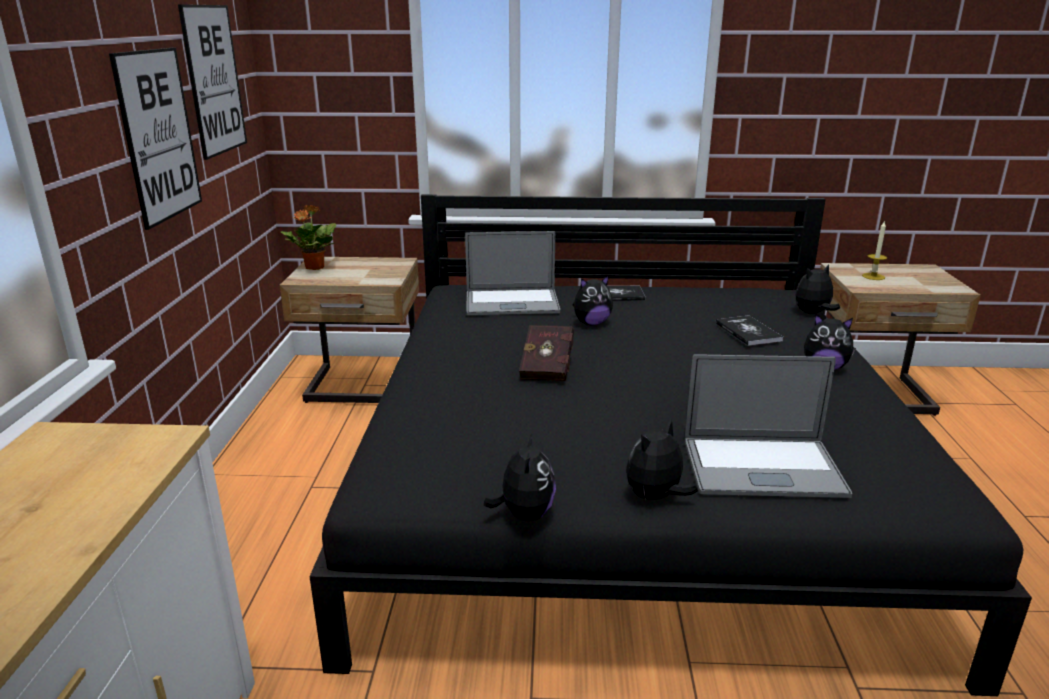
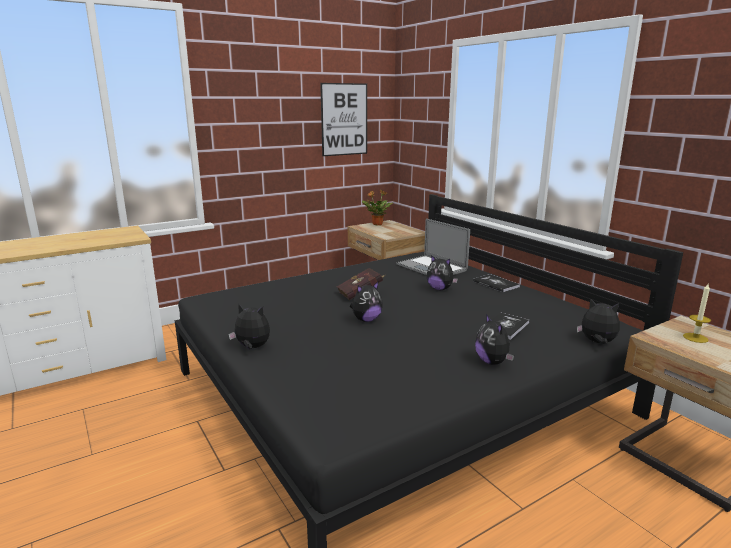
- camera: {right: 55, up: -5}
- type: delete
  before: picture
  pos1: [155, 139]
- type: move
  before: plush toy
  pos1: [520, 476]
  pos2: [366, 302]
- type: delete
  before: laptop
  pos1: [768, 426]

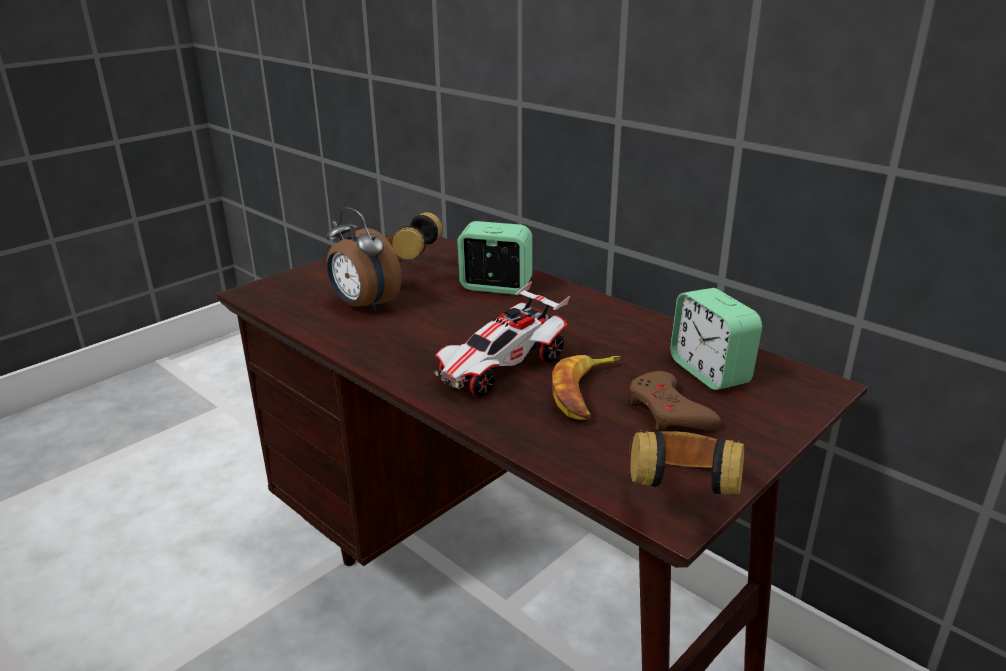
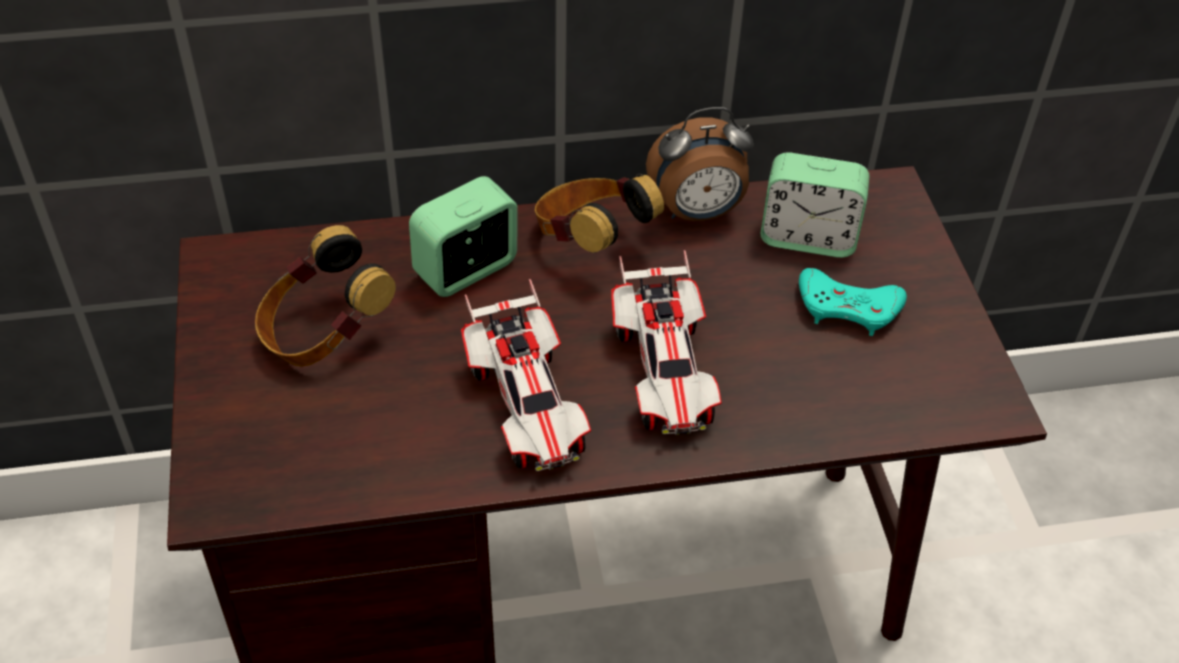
- camera: {right: -55, up: 20}
- type: move
  before: alarm clock
  pos1: [364, 260]
  pos2: [700, 164]
- type: delete
  before: banana
  pos1: [586, 387]
- type: move
  before: headphones
  pos1: [686, 463]
  pos2: [599, 213]
- type: recolor
  before: brown game controller
  after: turquoise game controller
  pos1: [675, 401]
  pos2: [853, 302]
- type: insert
  after: toy car
  pos2: [526, 375]

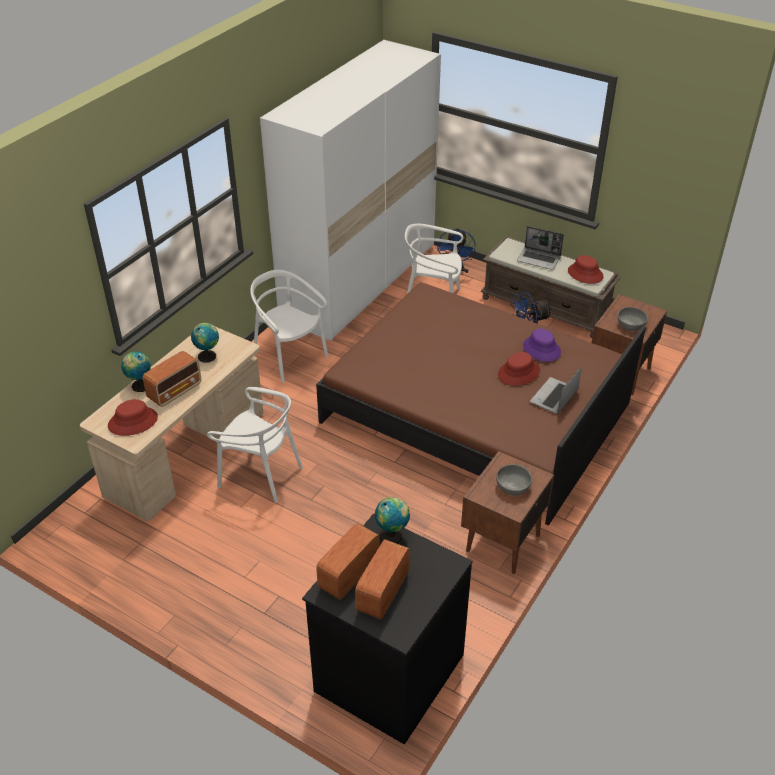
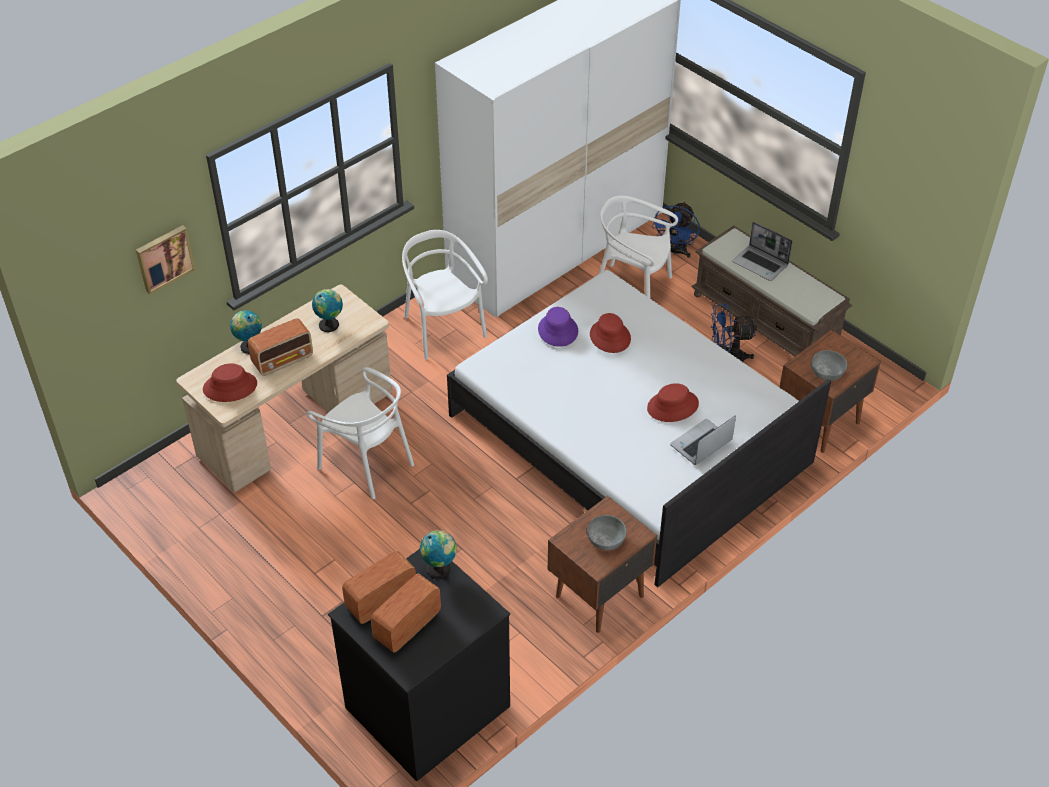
- camera: {right: 15, up: 5}
- type: recolor
  before: brown bed
  after: white bed
  pos1: [481, 404]
  pos2: [639, 429]
- type: move
  before: purple hat
  pos1: [542, 345]
  pos2: [558, 327]
- type: move
  before: red hat
  pos1: [586, 269]
  pos2: [610, 333]
- type: insert
  after: picture
  pos2: [166, 259]

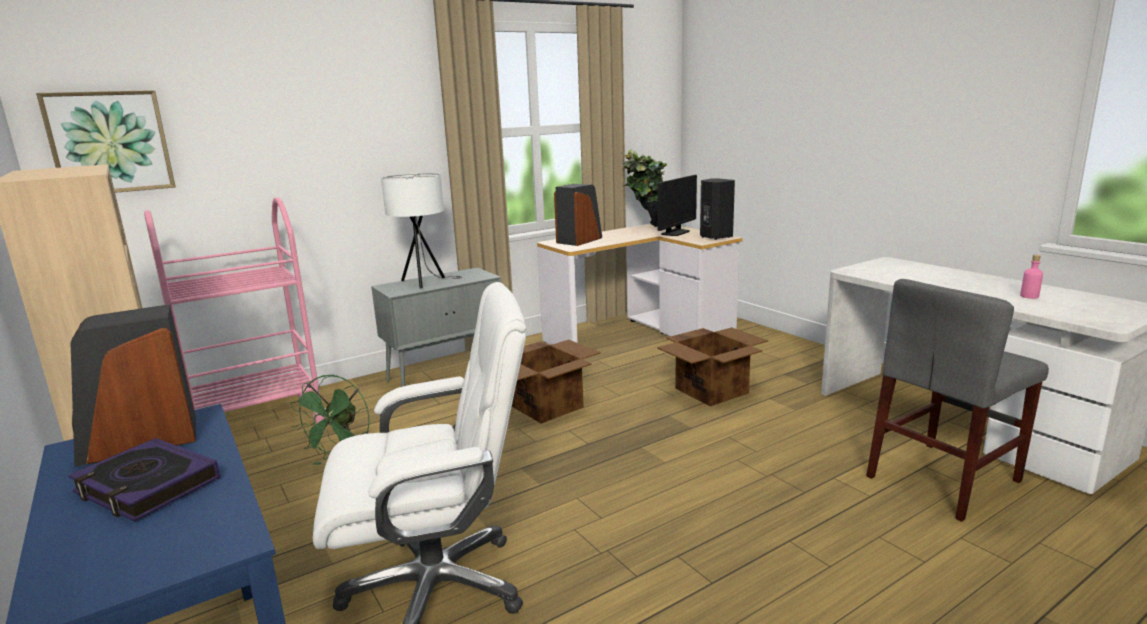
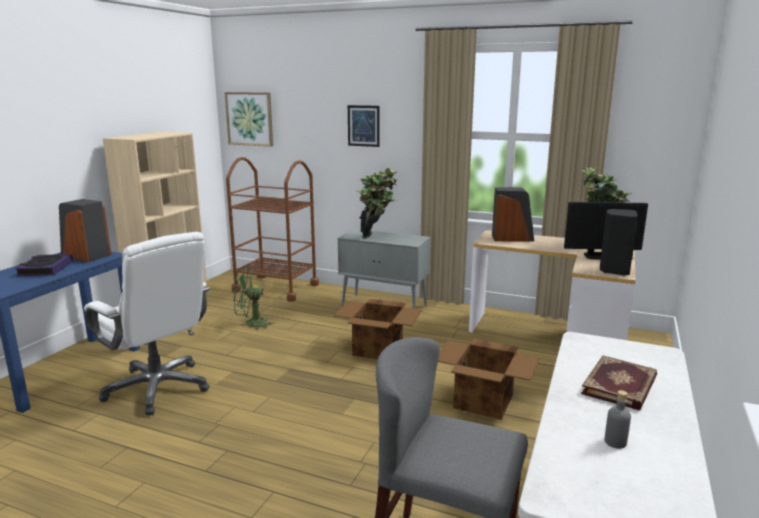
- camera: {right: 55, up: 0}
- type: recolor
  before: pink cart
  after: brown cart
  pos1: [235, 310]
  pos2: [272, 229]
- type: replace
  before: white table lamp
  after: potted plant
  pos1: [421, 230]
  pos2: [377, 203]
- type: recolor
  before: pink bottle
  after: grey bottle
  pos1: [1031, 277]
  pos2: [617, 419]
- type: insert
  after: picture
  pos2: [364, 126]
- type: insert
  after: book
  pos2: [619, 382]

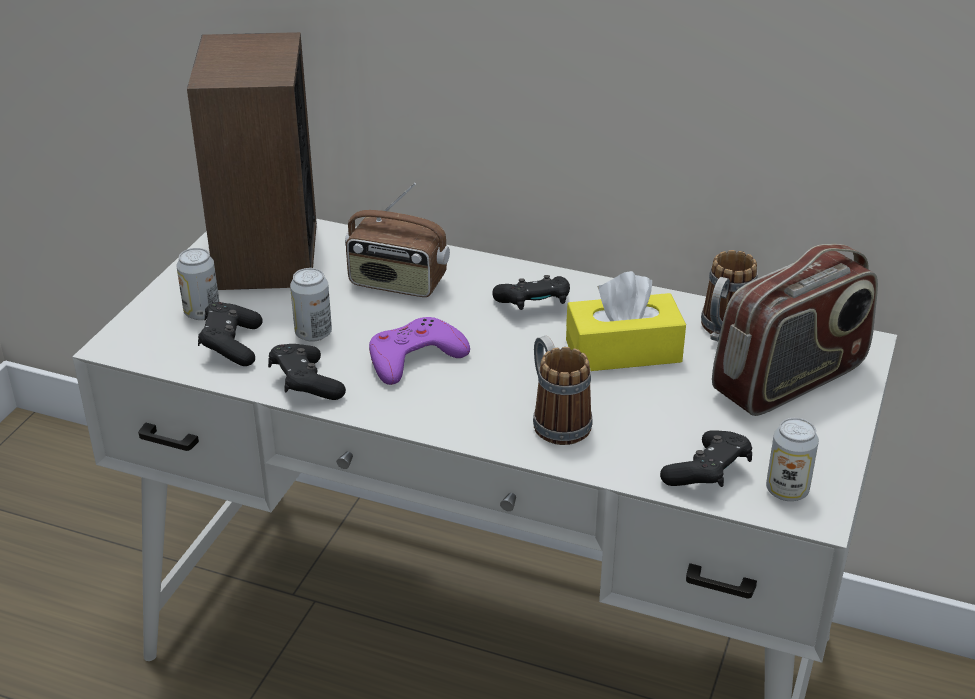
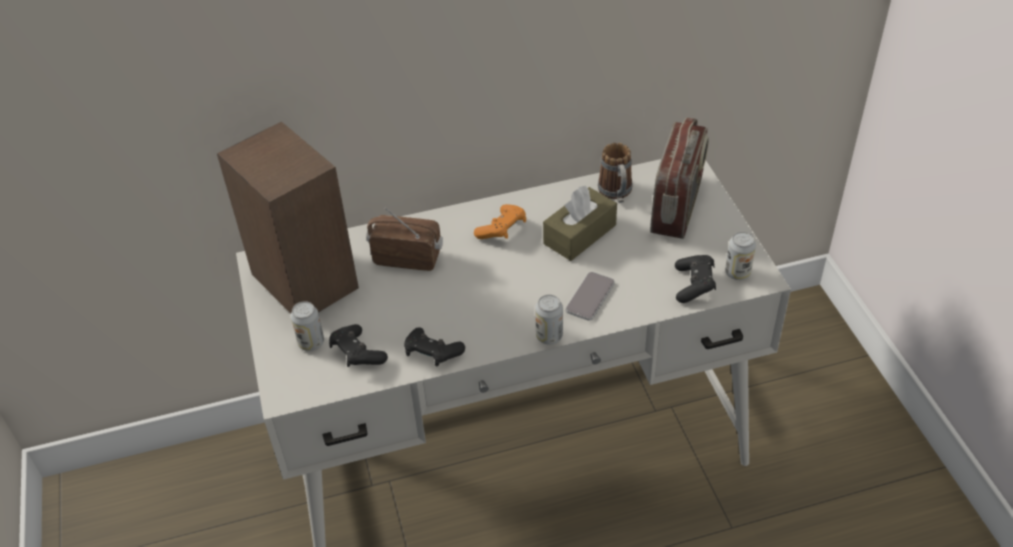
- camera: {right: -35, up: 10}
- type: move
  before: can
  pos1: [311, 305]
  pos2: [549, 320]
- type: rotate
  before: radio
  pos1: [397, 240]
  pos2: [404, 239]
  turn: -150
- type: delete
  before: purple game controller
  pos1: [419, 351]
- type: recolor
  before: black game controller
  after: orange game controller
  pos1: [531, 292]
  pos2: [500, 221]
- type: replace
  before: mug
  after: phone
  pos1: [563, 390]
  pos2: [590, 296]
- type: recolor
  before: yellow tissue box
  after: brown tissue box
  pos1: [626, 321]
  pos2: [580, 223]

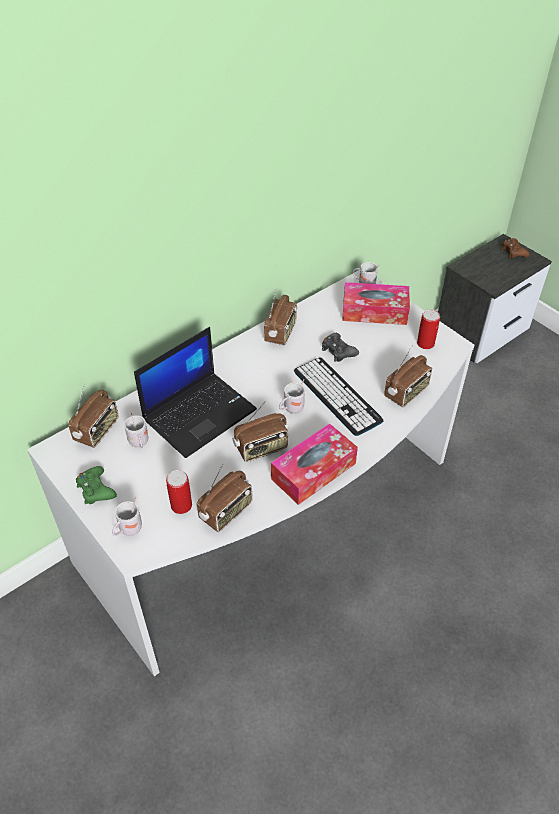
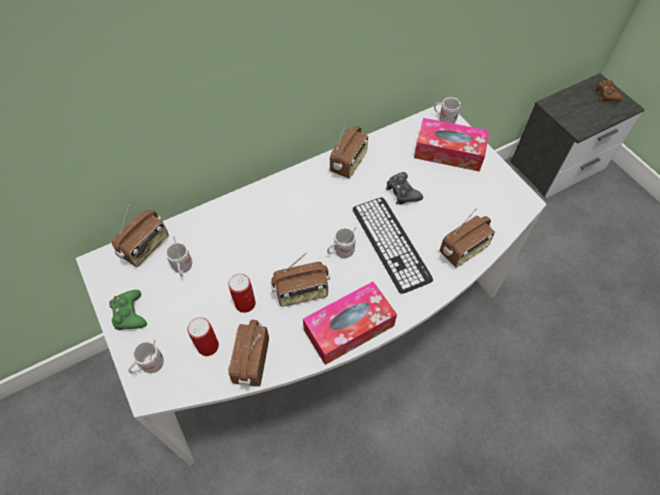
- camera: {right: 10, up: 10}
- type: delete
  before: laptop
  pos1: [195, 392]
- type: rotate
  before: radio
  pos1: [224, 498]
  pos2: [248, 353]
  turn: 135
- type: move
  before: can
  pos1: [428, 329]
  pos2: [242, 293]

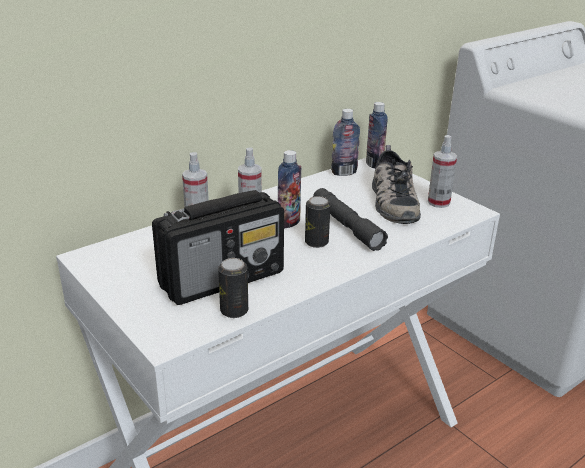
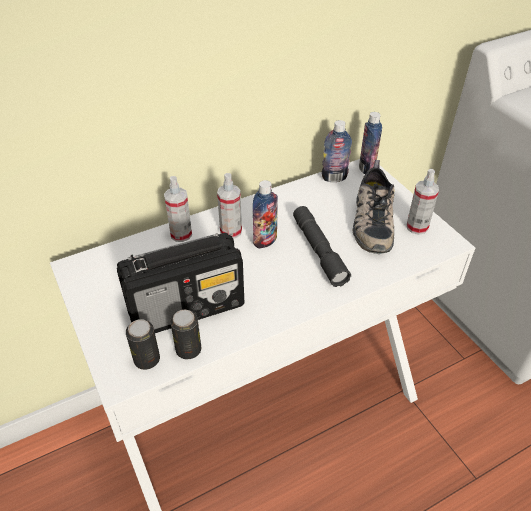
- camera: {right: 10, up: 15}
- type: move
  before: can
  pos1: [318, 222]
  pos2: [143, 344]

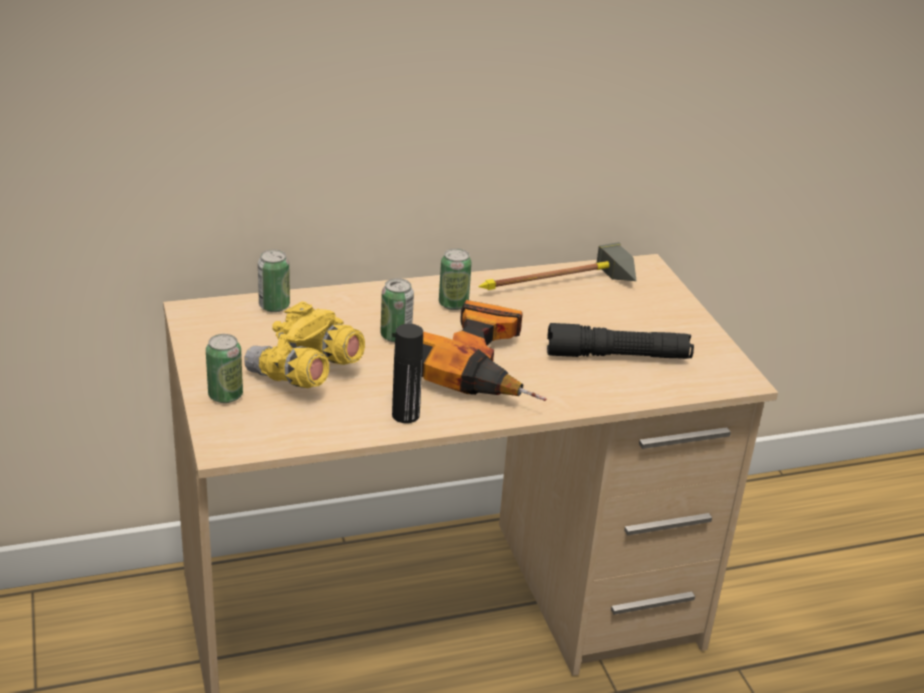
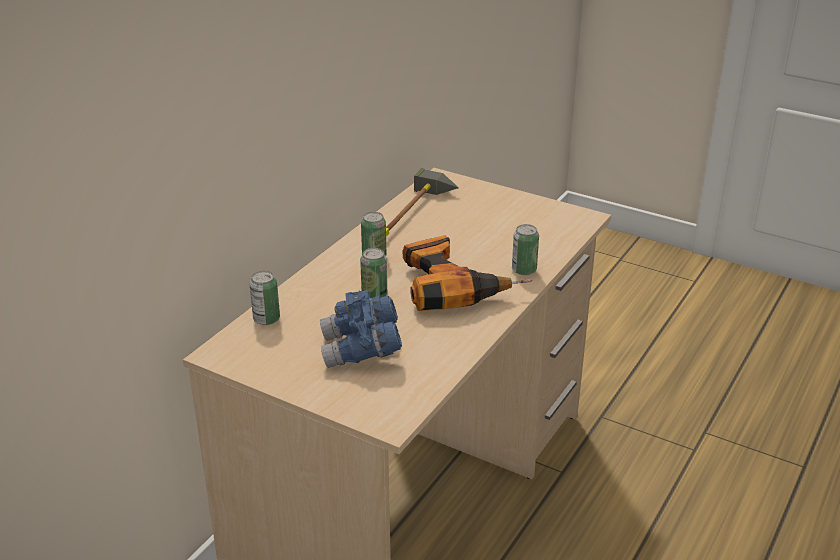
- camera: {right: -40, up: 0}
- type: move
  before: can
  pos1: [224, 368]
  pos2: [525, 249]
- type: recolor
  before: yellow binoculars
  after: blue binoculars
  pos1: [304, 344]
  pos2: [361, 329]
- type: delete
  before: black bottle
  pos1: [407, 373]
- type: delete
  before: black flashlight
  pos1: [620, 341]

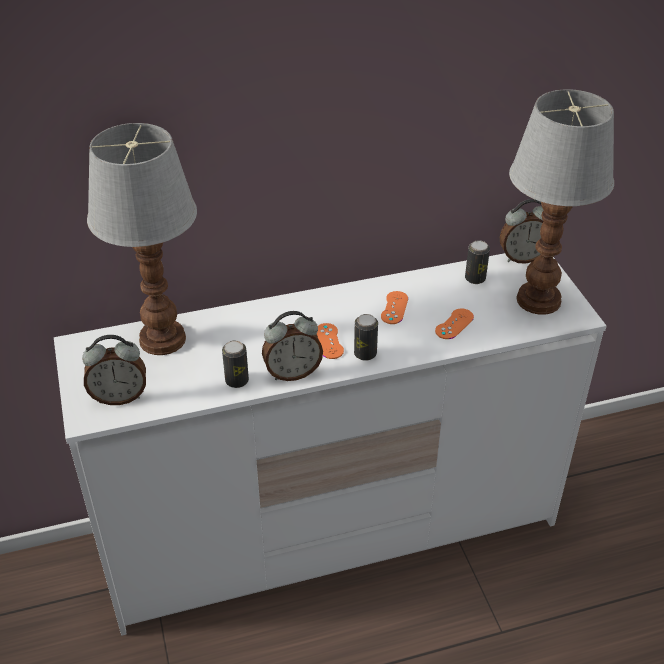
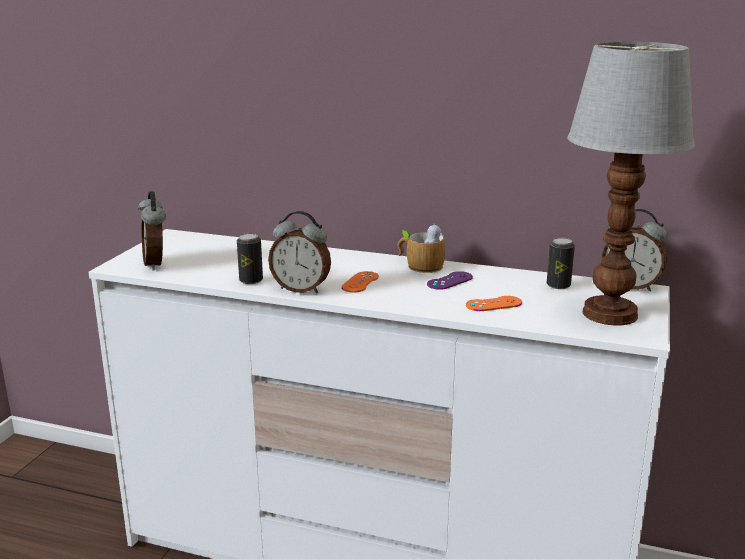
- camera: {right: 35, up: -20}
- type: rotate
  before: alarm clock
  pos1: [114, 370]
  pos2: [152, 231]
  turn: 45
- type: delete
  before: table lamp
  pos1: [142, 239]
- type: delete
  before: can
  pos1: [366, 337]
- type: recolor
  before: orange game controller
  after: purple game controller
  pos1: [394, 307]
  pos2: [450, 280]
- type: insert
  after: mug
  pos2: [421, 248]

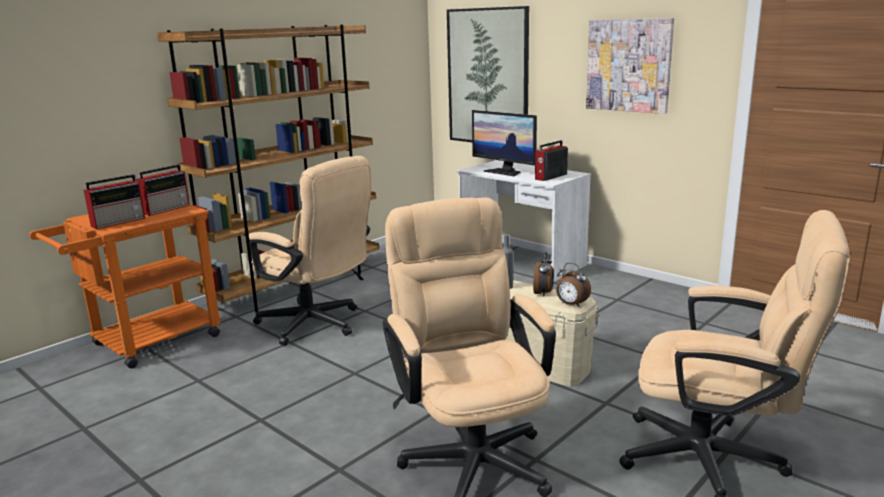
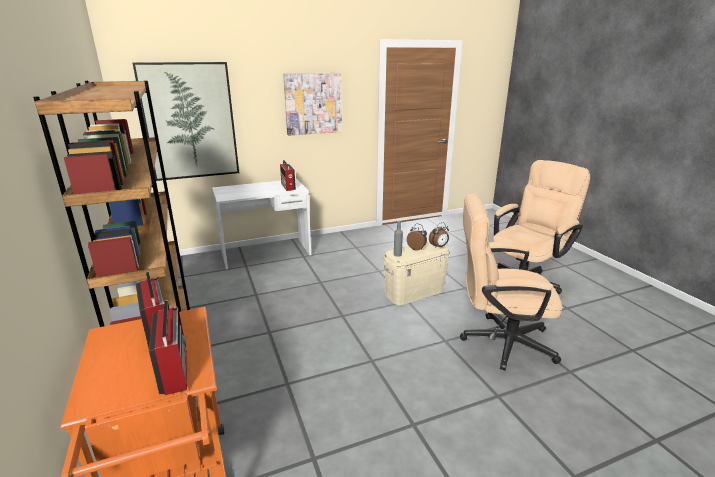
- camera: {right: -65, up: 5}
- type: delete
  before: beige office chair
  pos1: [310, 250]
- type: delete
  before: monitor
  pos1: [504, 143]

